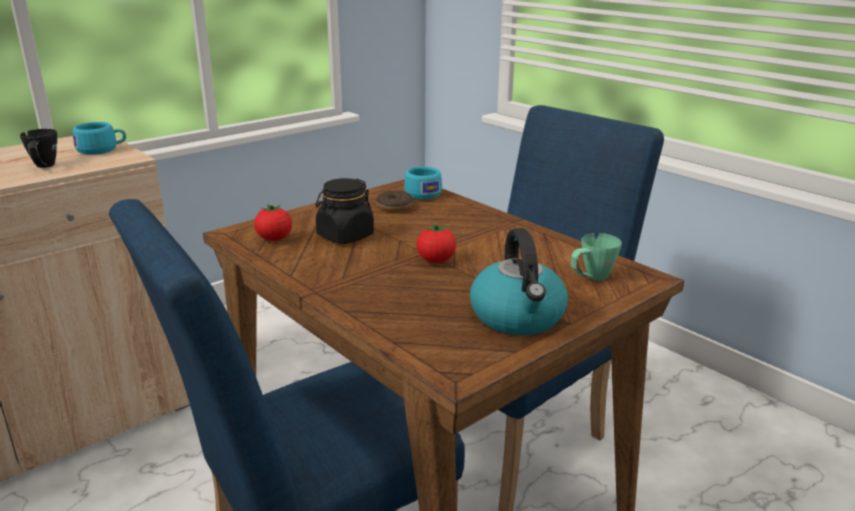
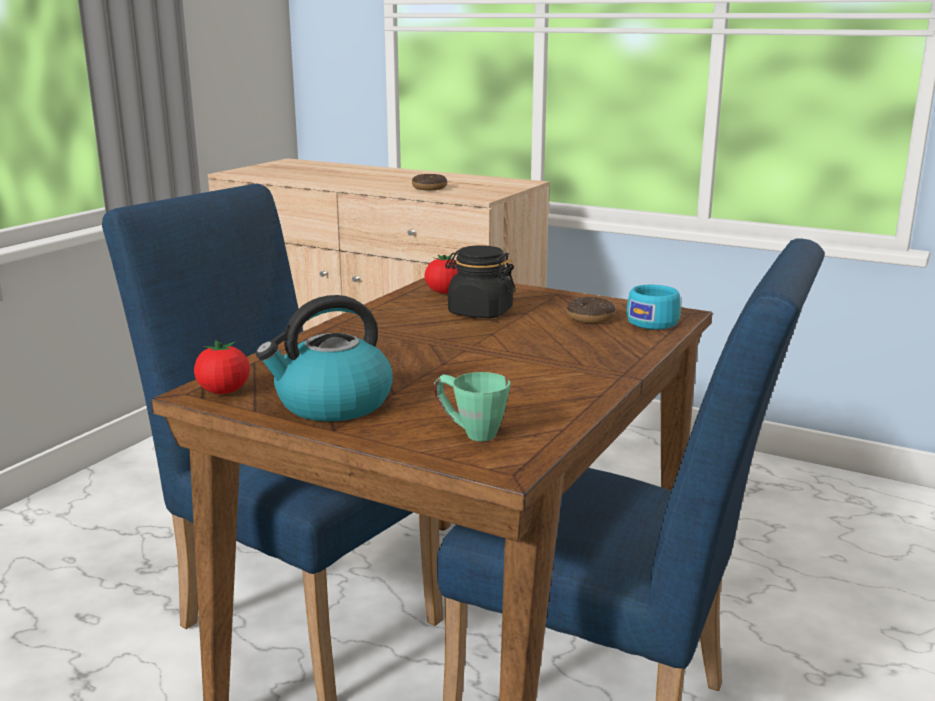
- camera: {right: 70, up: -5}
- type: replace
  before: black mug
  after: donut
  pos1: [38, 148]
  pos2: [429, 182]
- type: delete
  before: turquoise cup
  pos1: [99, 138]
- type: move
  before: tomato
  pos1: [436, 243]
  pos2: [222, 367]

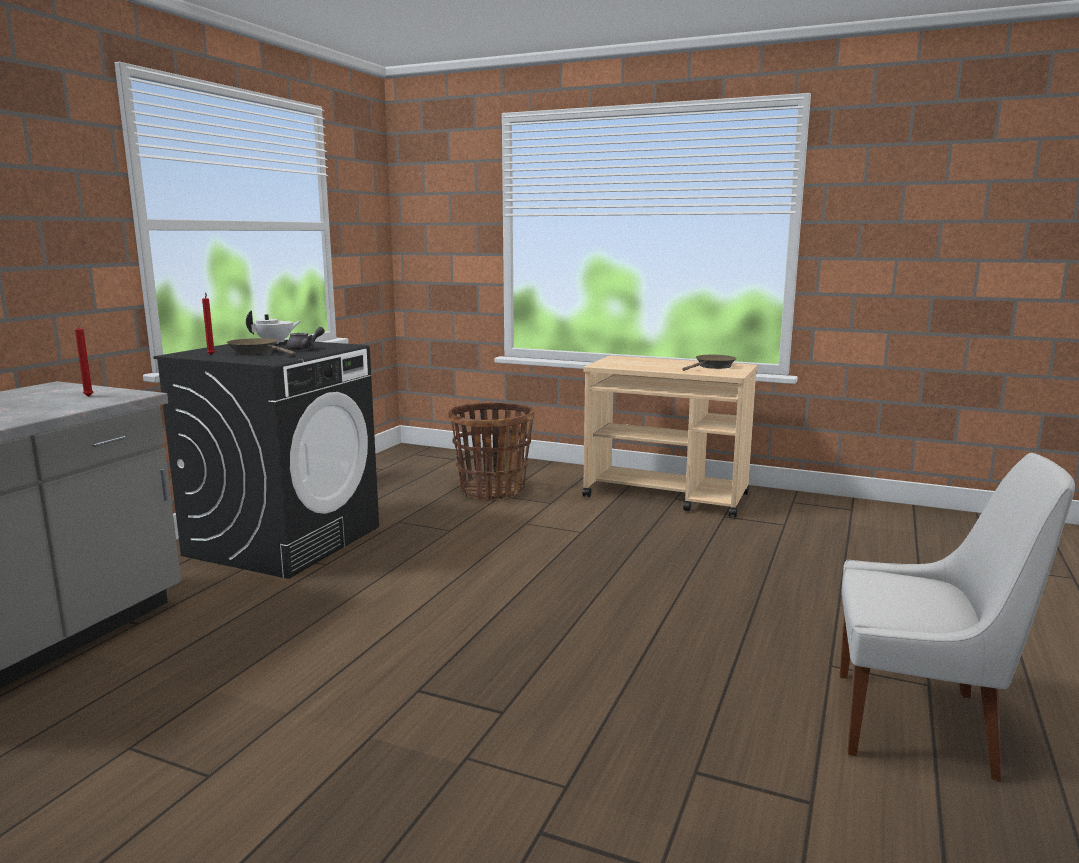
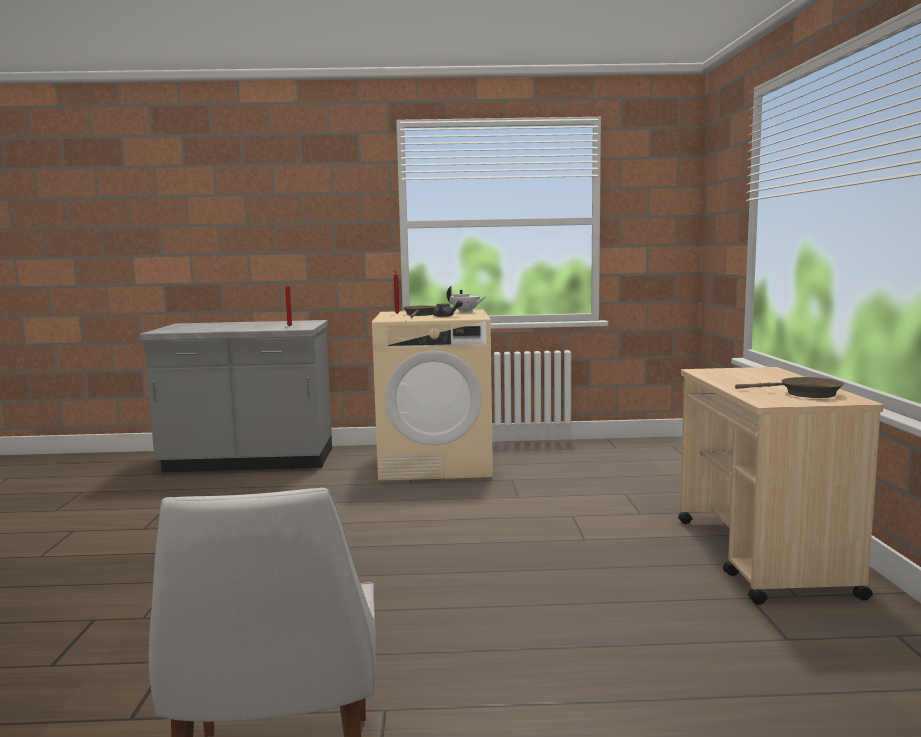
- camera: {right: 65, up: -5}
- type: recolor
  before: black washing machine
  after: beige washing machine
  pos1: [266, 459]
  pos2: [432, 395]
- type: delete
  before: basket
  pos1: [491, 452]

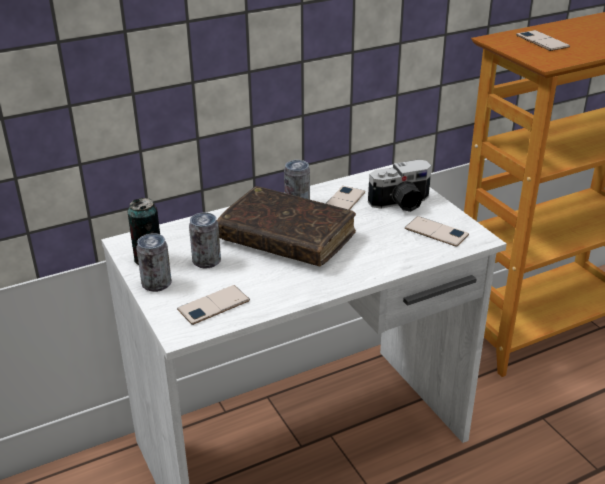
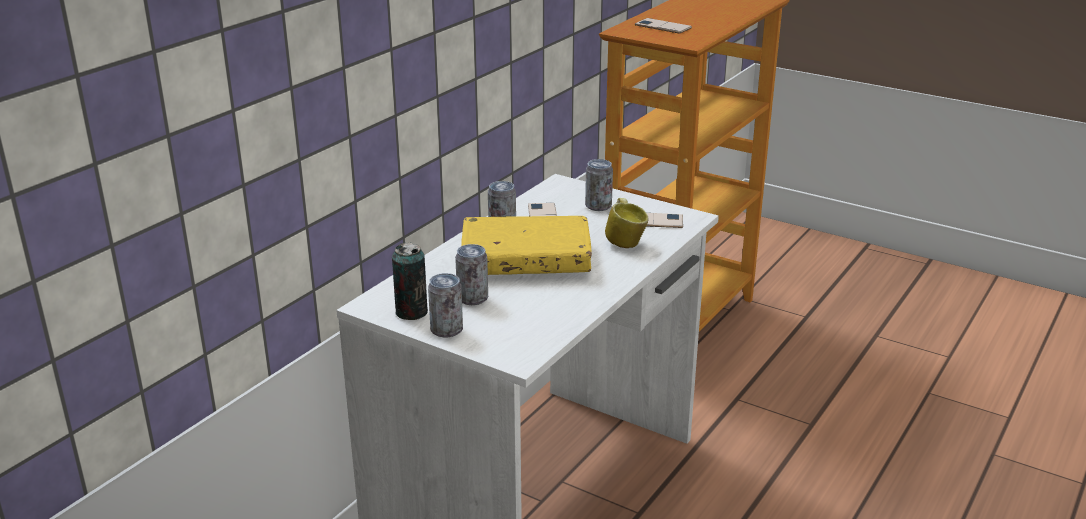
- camera: {right: -30, up: -5}
- type: delete
  before: phone
  pos1: [213, 305]
- type: recolor
  before: brown book
  after: yellow book
  pos1: [286, 226]
  pos2: [526, 245]
- type: replace
  before: photo camera
  after: can
  pos1: [400, 185]
  pos2: [599, 185]
- type: insert
  after: mug
  pos2: [627, 223]

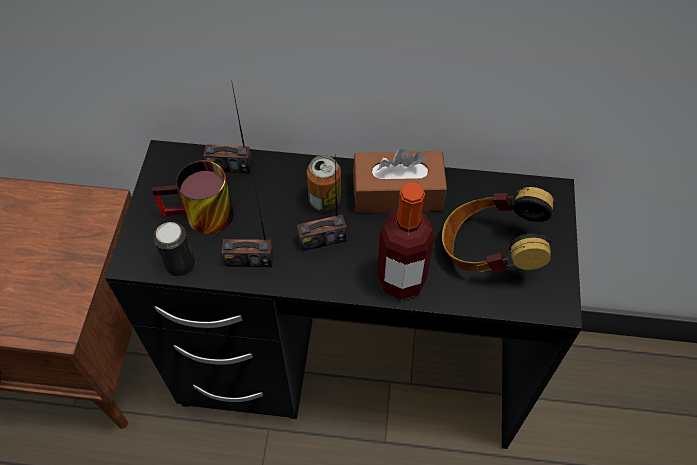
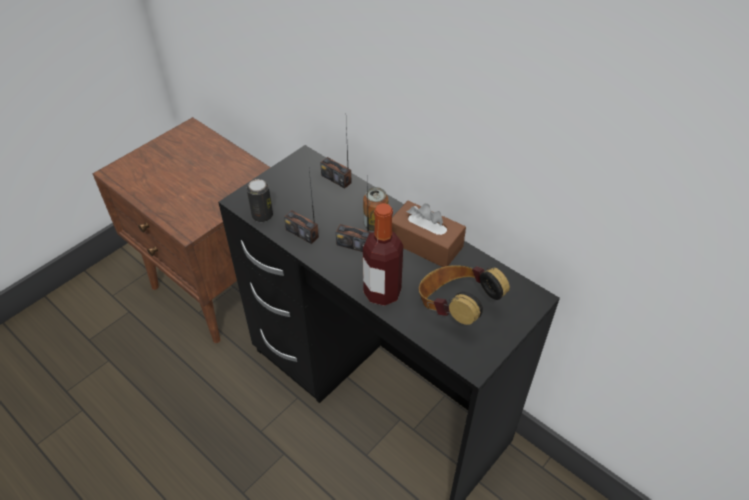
- camera: {right: 35, up: -10}
- type: delete
  before: mug
  pos1: [193, 197]

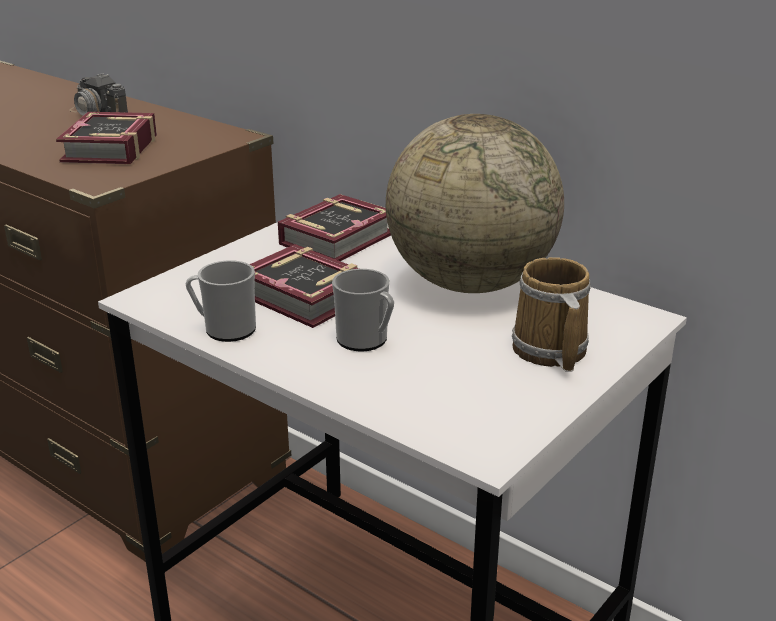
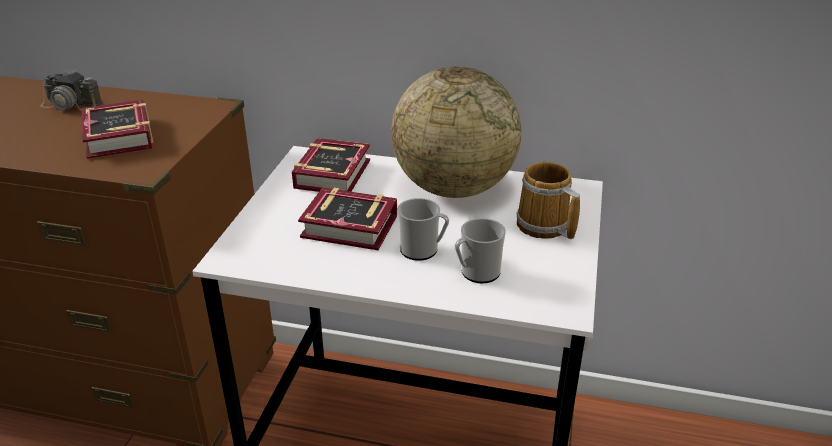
- camera: {right: -25, up: 5}
- type: move
  before: mug
  pos1: [220, 301]
  pos2: [480, 250]

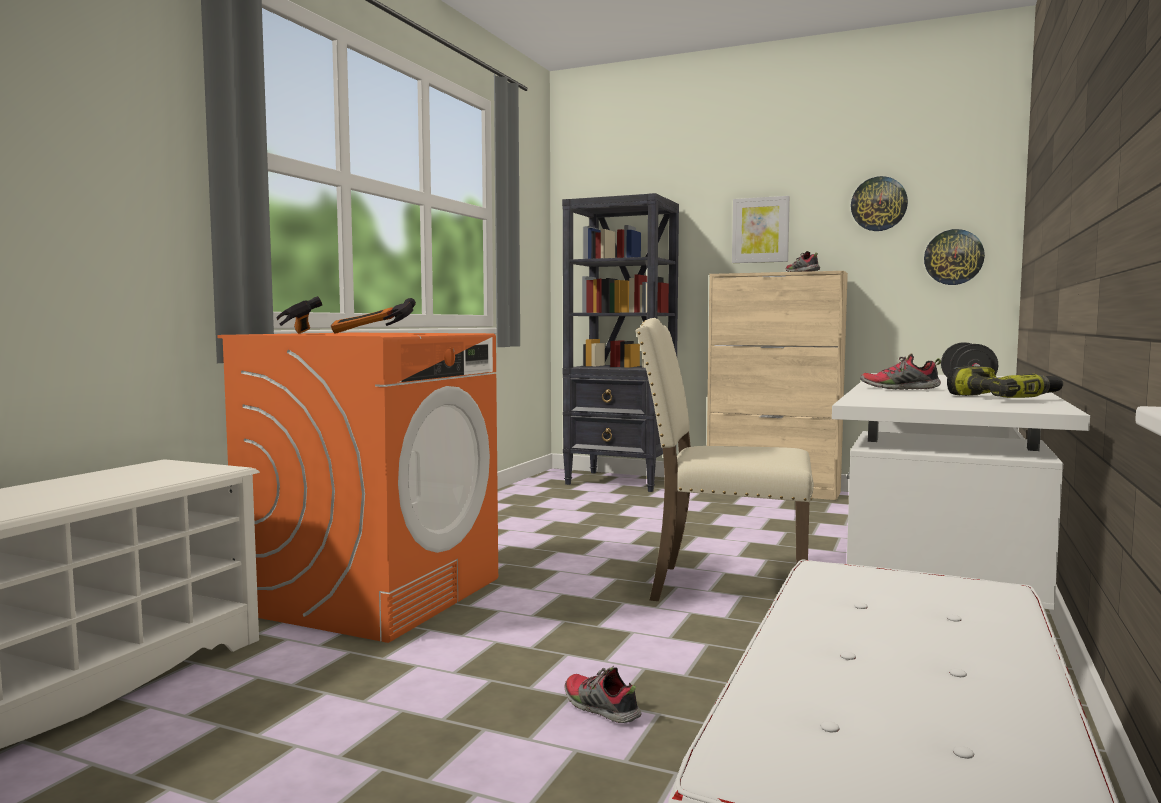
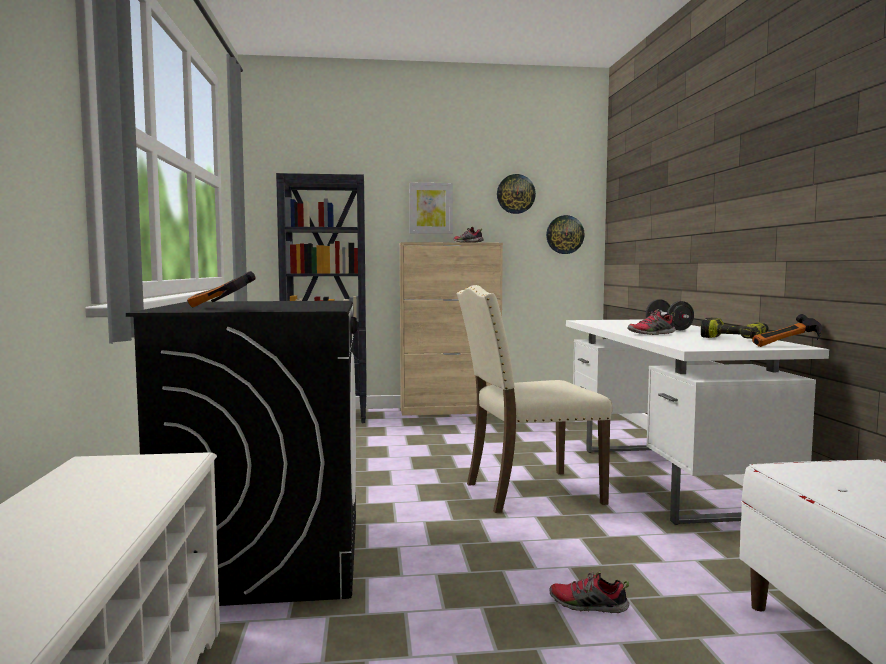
- camera: {right: -30, up: 0}
- type: recolor
  before: orange washing machine
  after: black washing machine
  pos1: [357, 488]
  pos2: [242, 453]
- type: move
  before: hammer
  pos1: [373, 316]
  pos2: [787, 330]

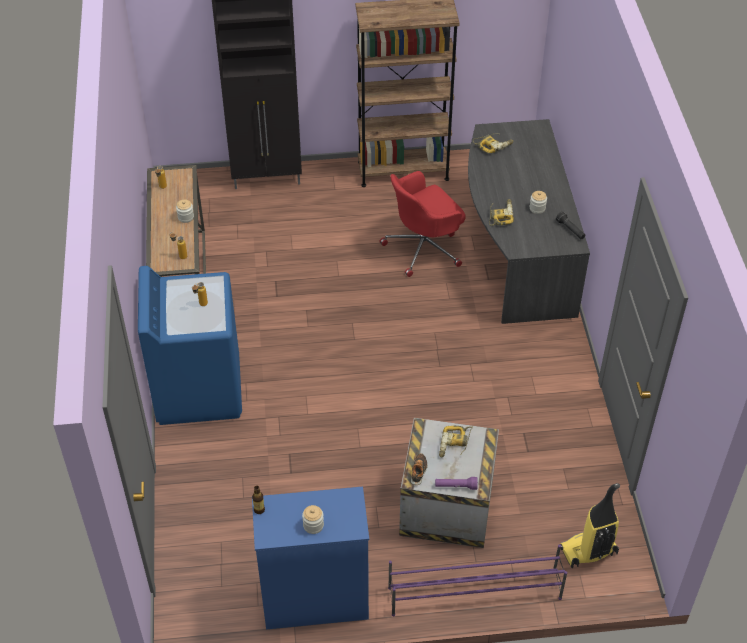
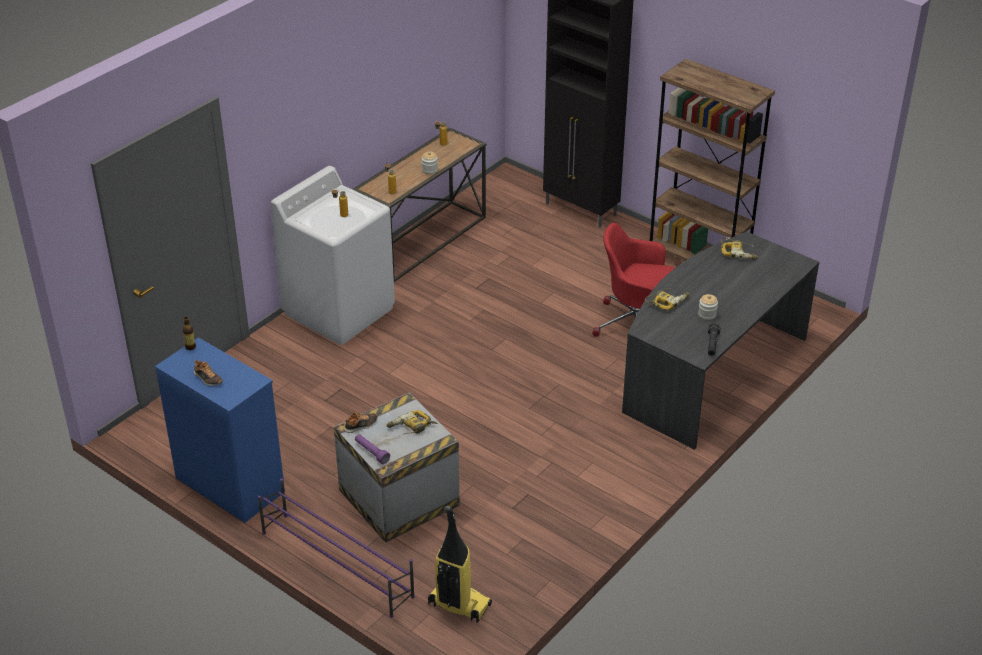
- camera: {right: 45, up: -10}
- type: recolor
  before: blue washing machine
  after: white washing machine
  pos1: [190, 345]
  pos2: [333, 255]
- type: replace
  before: jar
  after: shoe
  pos1: [313, 519]
  pos2: [208, 373]

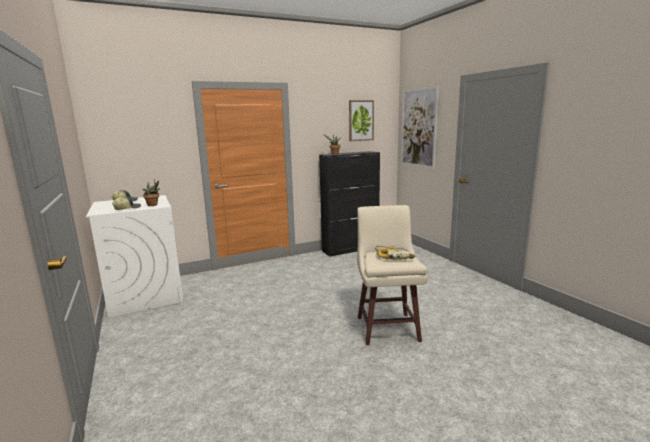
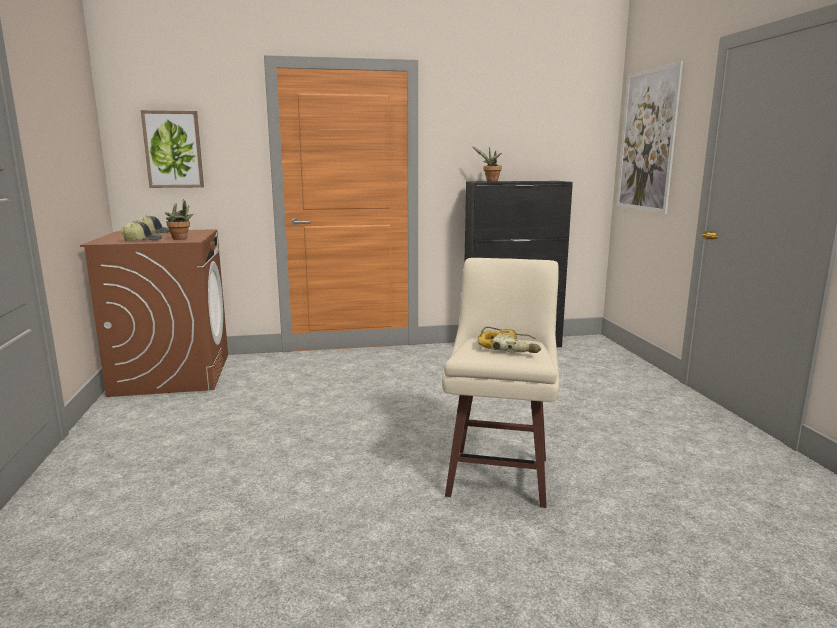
- camera: {right: 15, up: 0}
- type: recolor
  before: white washing machine
  after: brown washing machine
  pos1: [134, 256]
  pos2: [154, 313]
- type: move
  before: picture
  pos1: [361, 120]
  pos2: [172, 149]

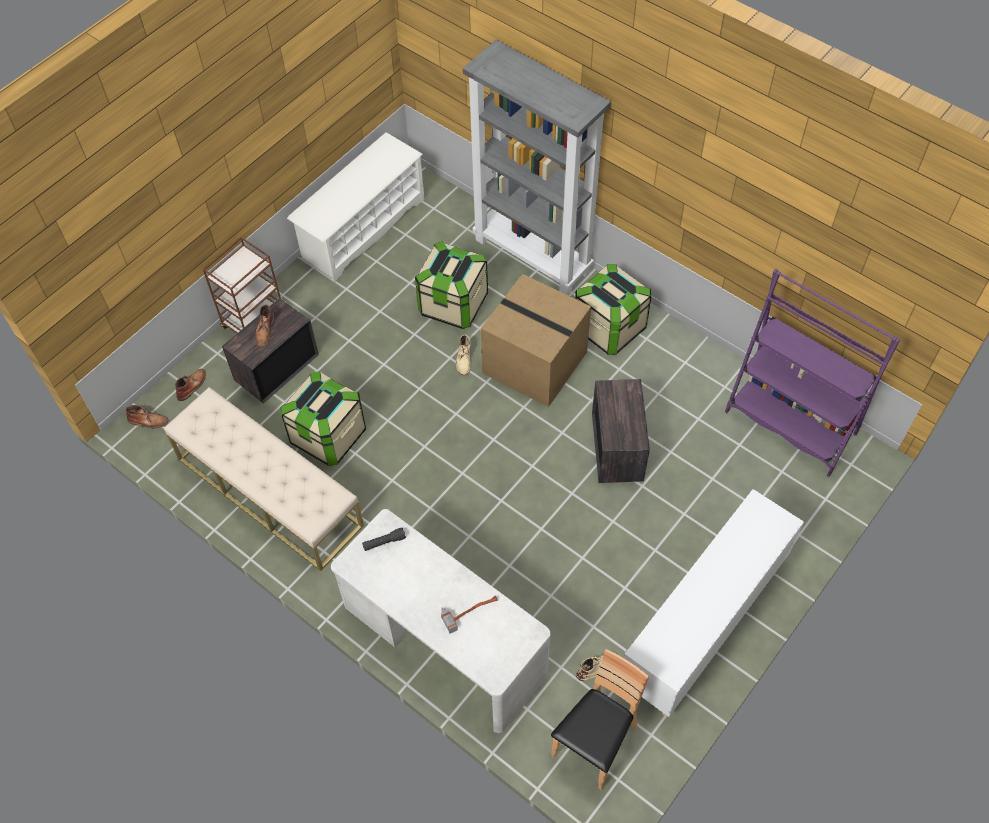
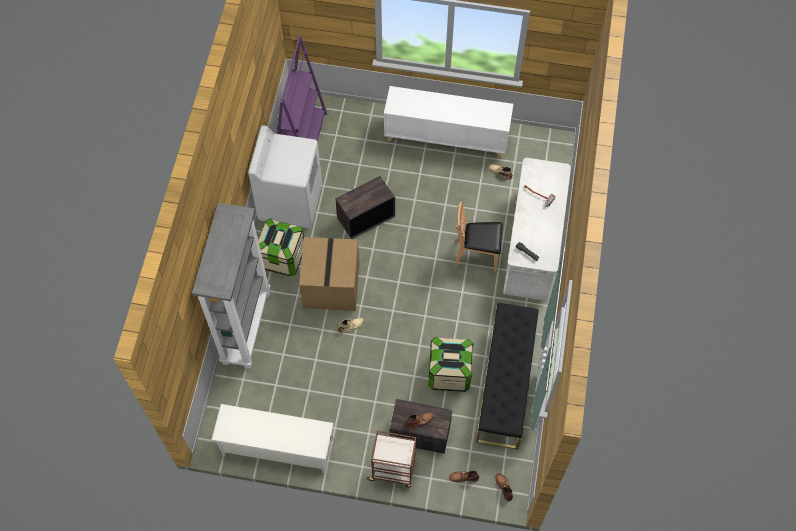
- camera: {right: -120, up: 5}
- type: recolor
  before: beige bench
  after: black bench
  pos1: [264, 479]
  pos2: [507, 376]
- type: delete
  before: storage box
  pos1: [451, 285]
- type: move
  before: brown chair
  pos1: [600, 719]
  pos2: [478, 236]
- type: insert
  after: white washing machine
  pos2: [285, 176]

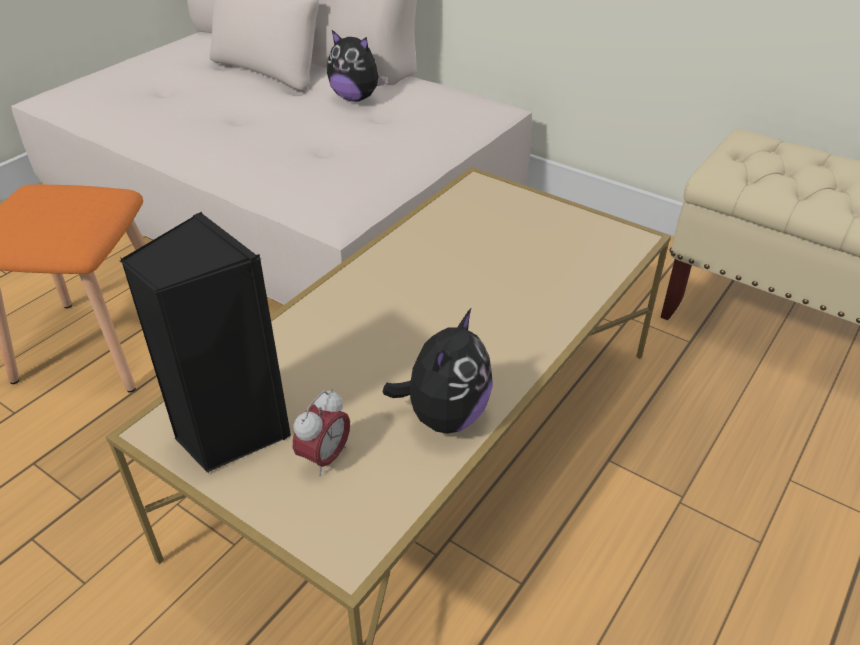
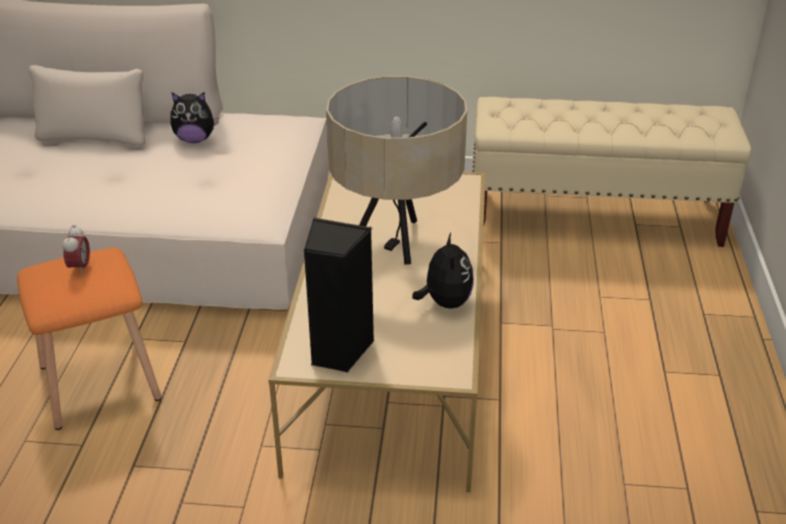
- camera: {right: -30, up: -5}
- type: move
  before: alarm clock
  pos1: [321, 432]
  pos2: [76, 250]
- type: insert
  after: beige table lamp
  pos2: [396, 170]

